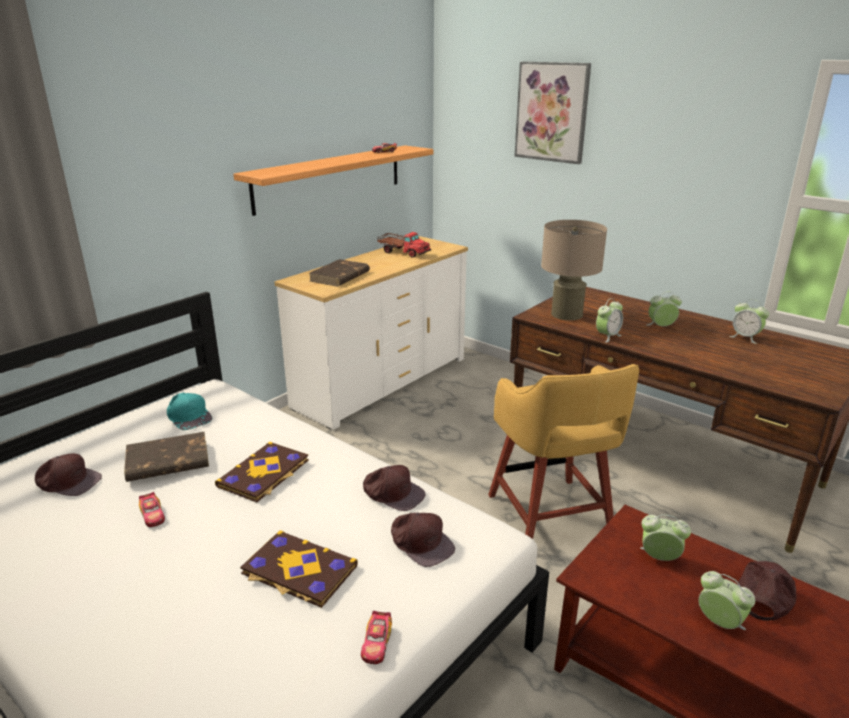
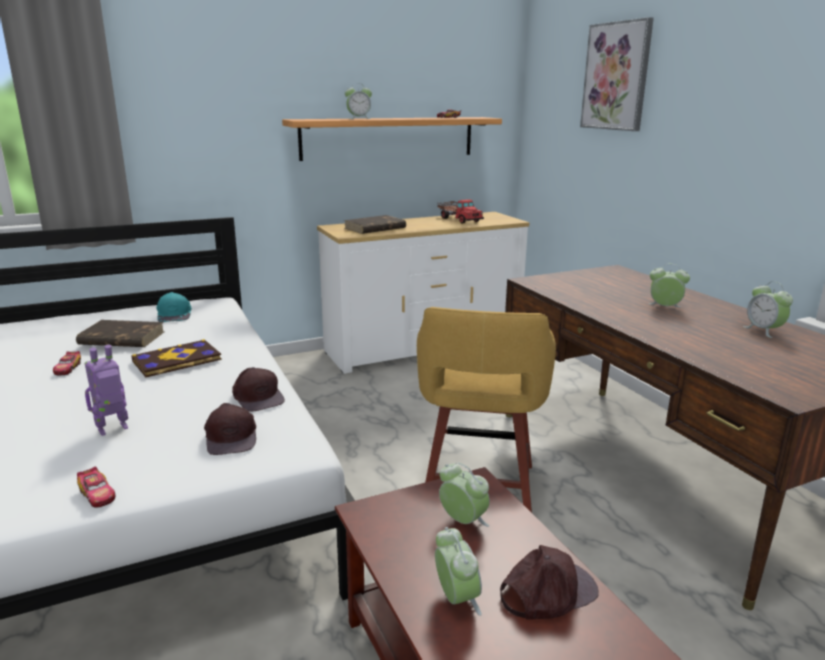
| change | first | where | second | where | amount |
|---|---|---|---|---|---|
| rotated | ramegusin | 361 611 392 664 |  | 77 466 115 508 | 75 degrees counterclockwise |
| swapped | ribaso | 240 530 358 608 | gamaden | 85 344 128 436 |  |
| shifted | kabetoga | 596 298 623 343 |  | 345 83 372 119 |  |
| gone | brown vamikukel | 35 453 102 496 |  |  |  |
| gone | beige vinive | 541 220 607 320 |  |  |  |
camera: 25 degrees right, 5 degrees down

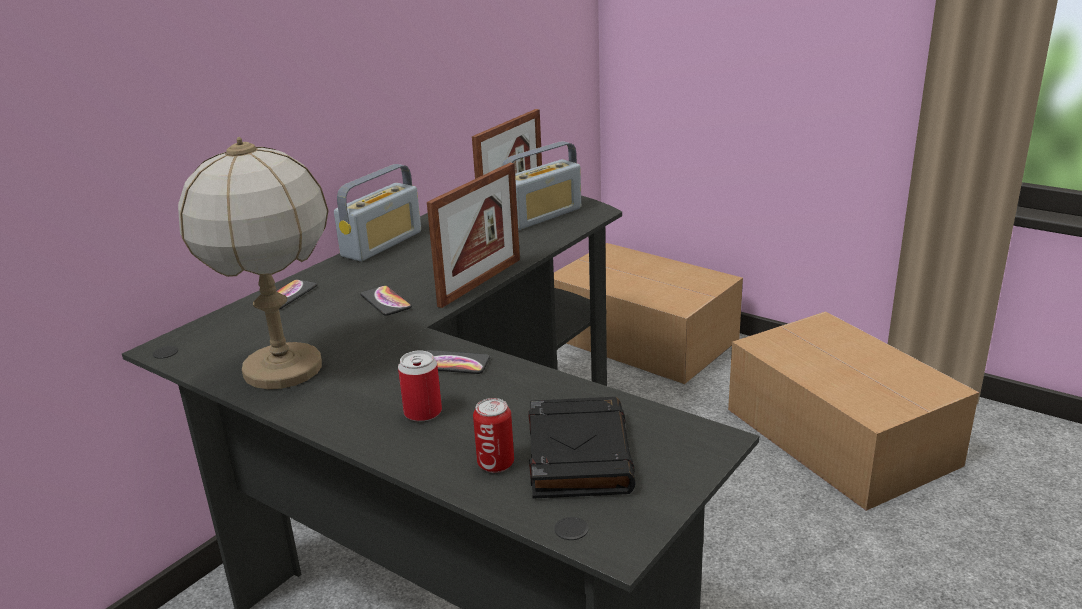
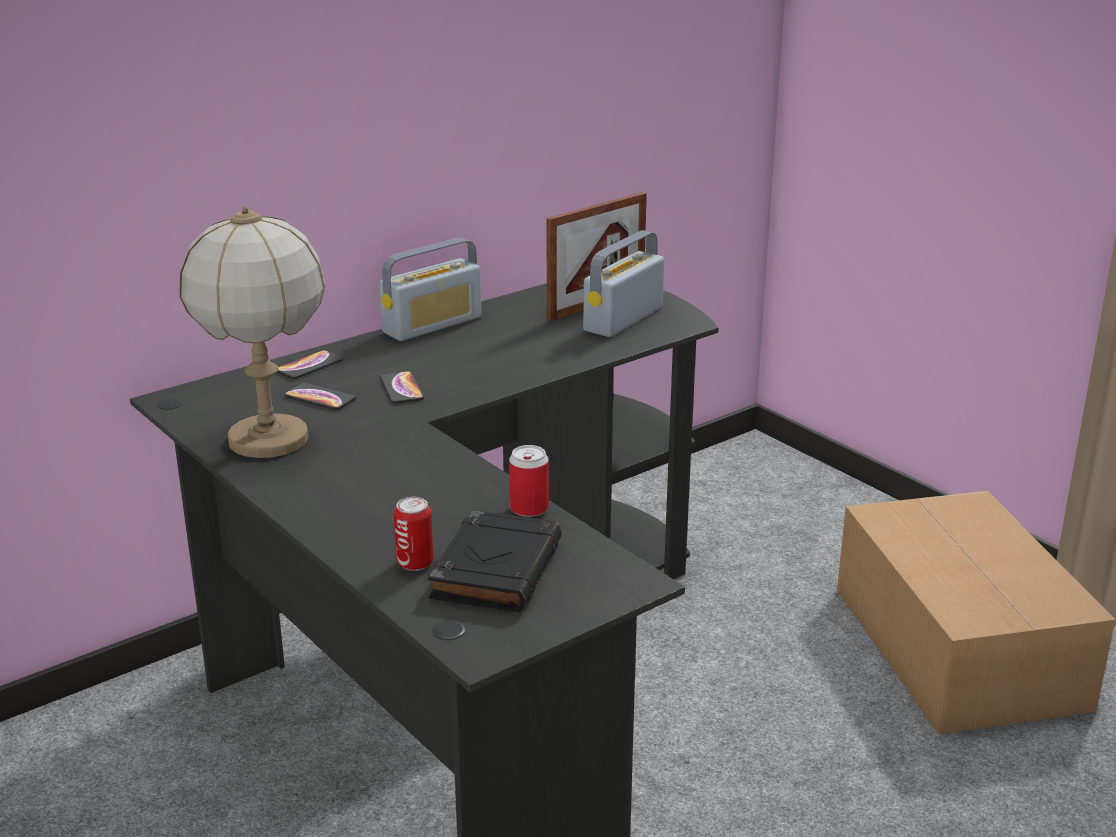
| change | first | where | second | where | amount |
|---|---|---|---|---|---|
| shifted | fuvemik | 425 350 490 374 |  | 284 383 356 410 |  |
| shifted | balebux | 398 350 442 422 |  | 509 445 549 517 |  |
| rotated | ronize | 502 141 581 230 |  | 583 230 664 337 | 150 degrees clockwise |
| gone | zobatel | 427 163 520 308 |  |  |  |
| gone | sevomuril | 554 243 743 384 |  |  |  |
camera: 15 degrees right, 0 degrees up

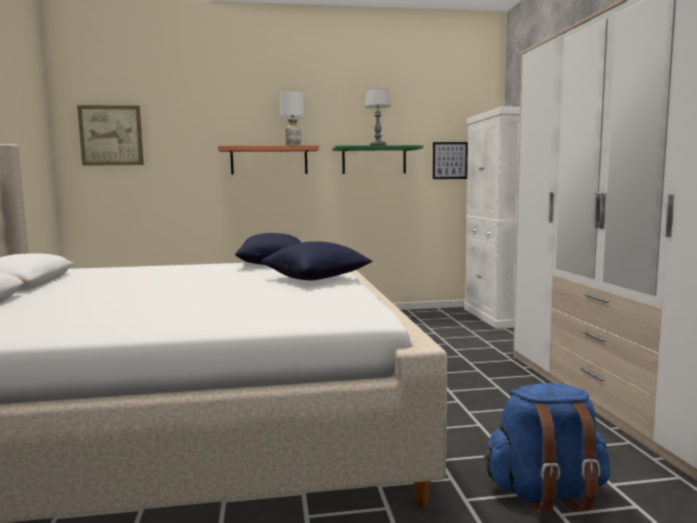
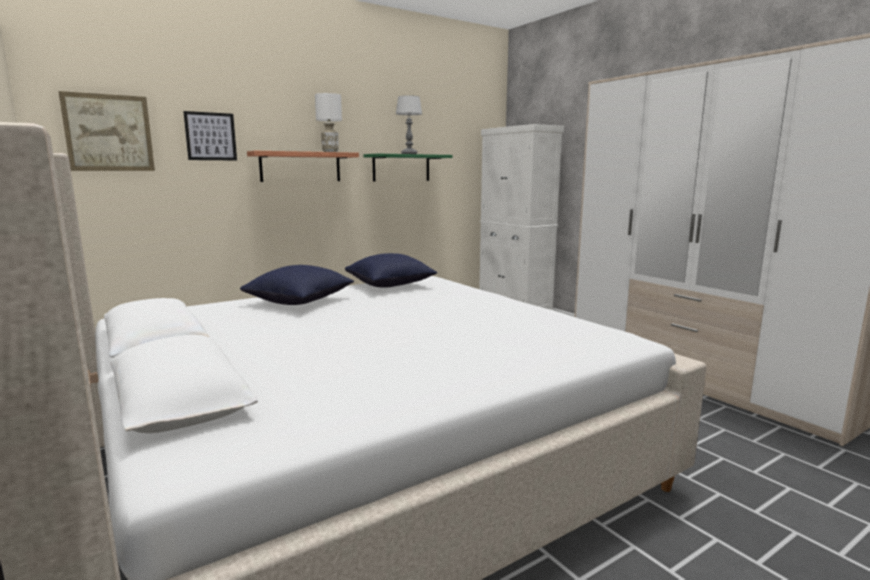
| change | first | where | second | where | amount |
|---|---|---|---|---|---|
| shifted | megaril | 432 142 468 179 |  | 183 111 237 160 |  |
| shifted | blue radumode | 261 241 372 280 |  | 240 265 354 305 |  |
| gone | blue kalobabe | 484 383 611 514 |  |  |  |
camera: 25 degrees left, 5 degrees up

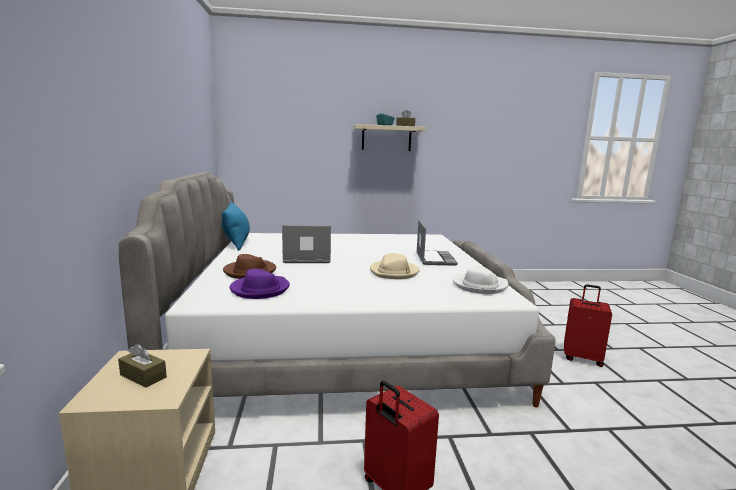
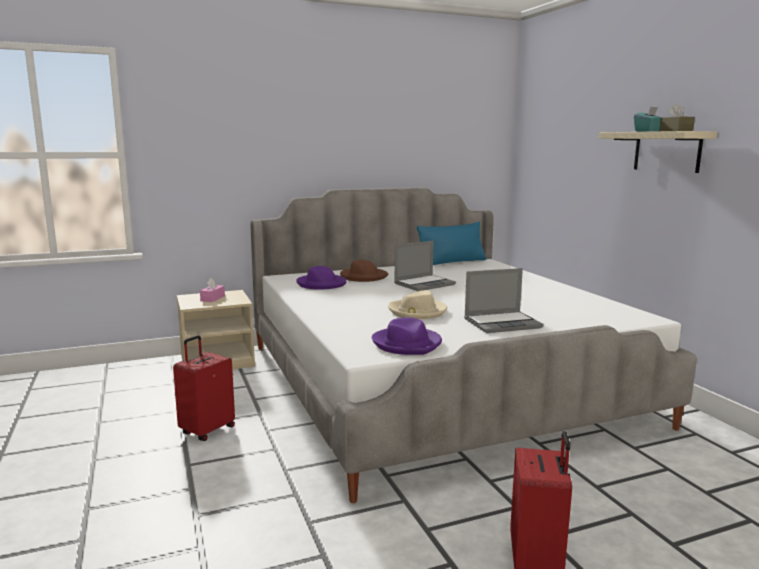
| change | first | where | second | where | amount |
|---|---|---|---|---|---|
| repainted | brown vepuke | 118 344 167 388 | pink vepuke | 200 278 225 302 |  |
| repainted | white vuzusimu | 453 266 508 294 | purple vuzusimu | 372 317 442 355 |  |
| rotated | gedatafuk | 282 225 331 263 |  | 394 240 456 291 | 75 degrees clockwise |
camera: 75 degrees right, 0 degrees up

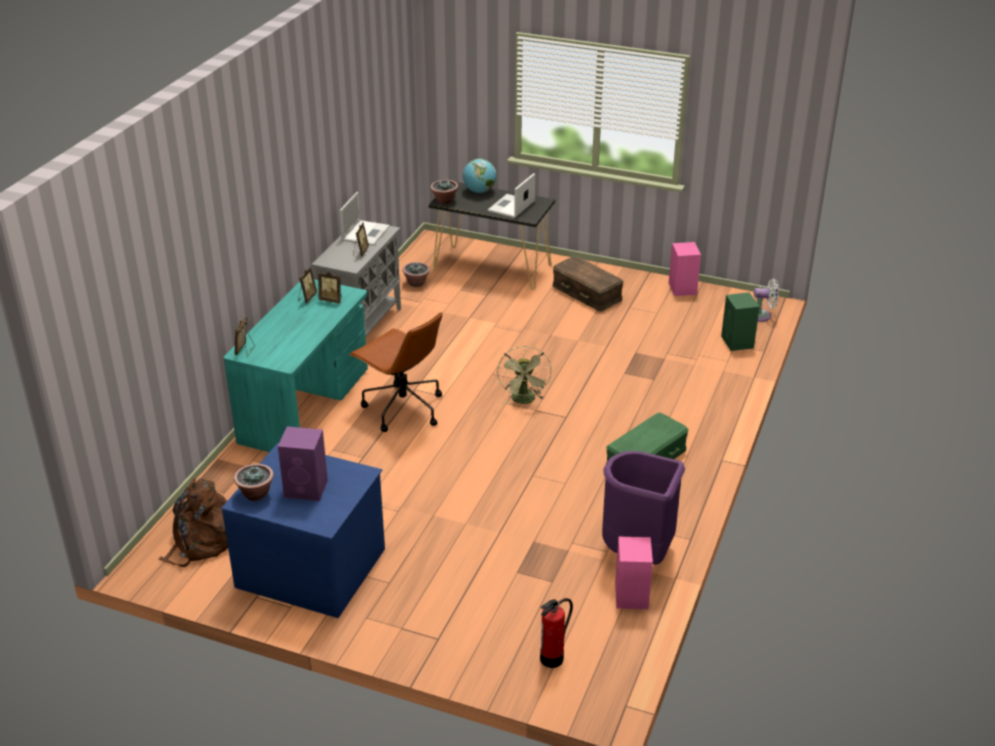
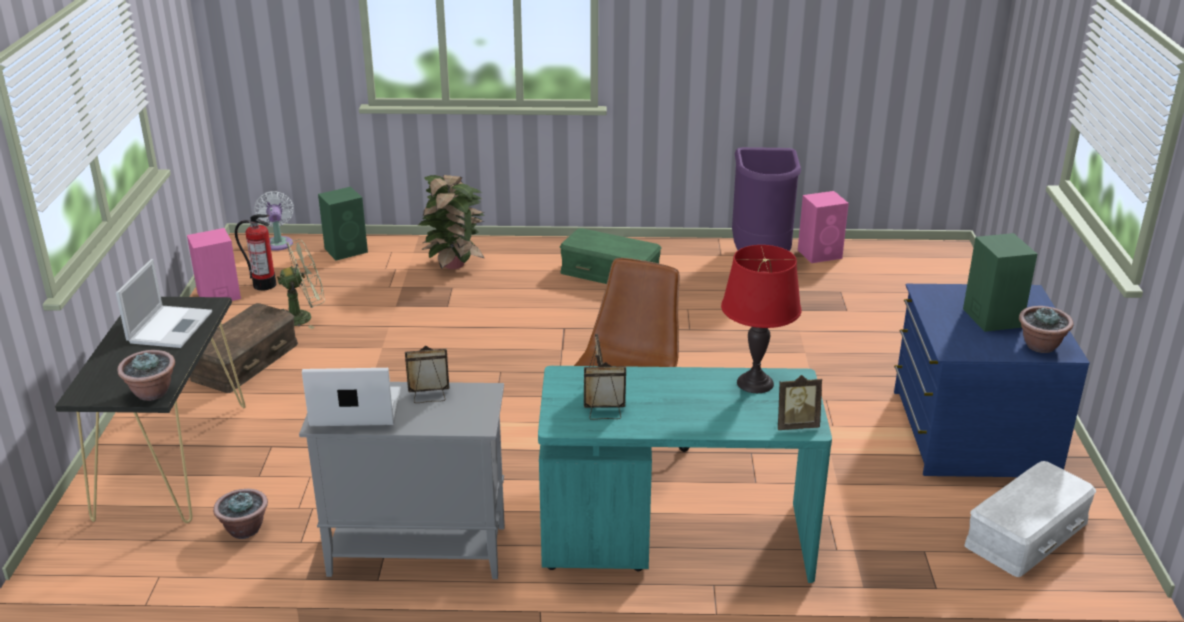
| change | first | where | second | where | amount |
|---|---|---|---|---|---|
| rotated | gedatafuk | 488 173 535 218 |  | 116 259 212 348 | 90 degrees counterclockwise |
| shifted | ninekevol | 540 598 573 668 |  | 235 214 276 291 |  |
| shifted | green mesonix | 497 346 551 404 |  | 277 239 325 329 |  |
| new |  |  | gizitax | 419 175 485 269 |  |
| new |  |  | red vinive | 721 245 802 393 |  |
| repainted | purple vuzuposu | 278 426 328 501 | green vuzuposu | 963 233 1037 332 |  |
| swapped | brown kalobabe | 159 478 228 567 | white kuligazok | 964 461 1096 577 |  |
| gone | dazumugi | 463 159 496 193 |  |  |  |
camera: 110 degrees left, 5 degrees down

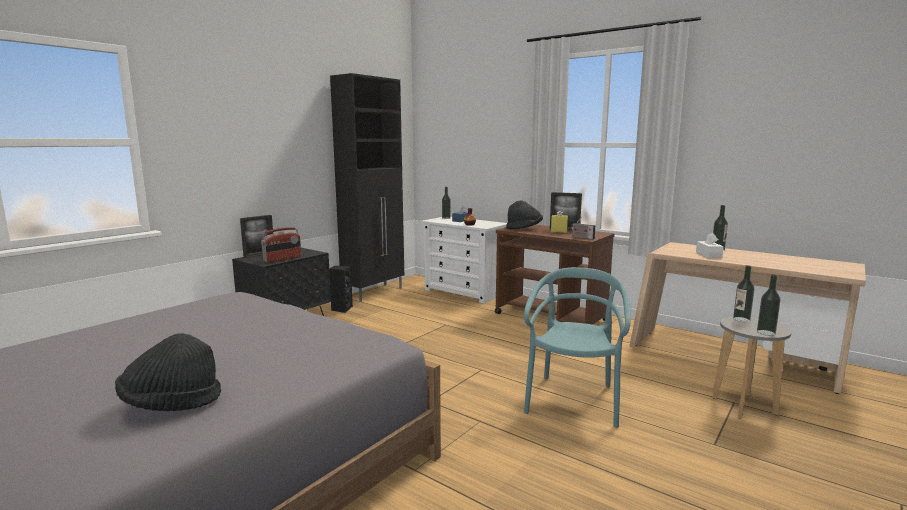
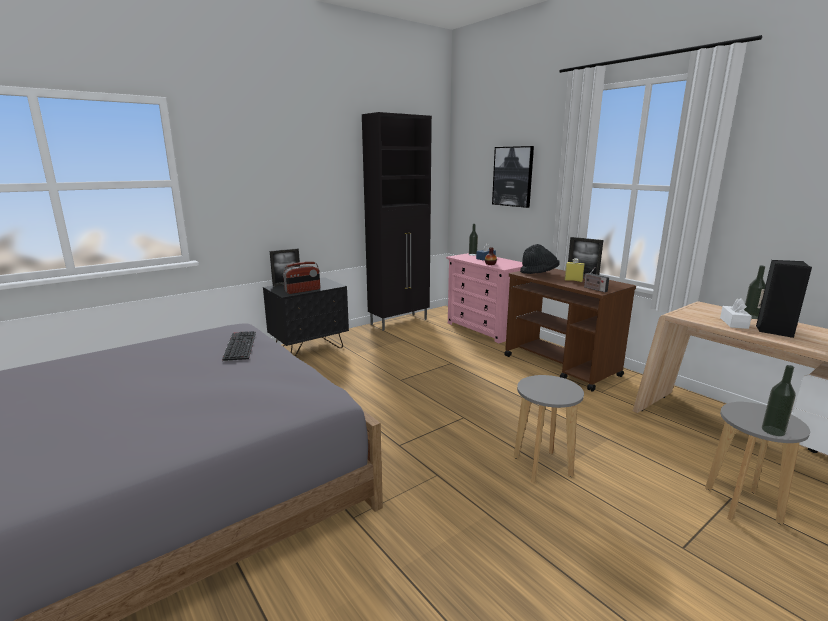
| change | first | where | second | where | amount |
|---|---|---|---|---|---|
| new |  |  | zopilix | 222 331 256 361 |  |
| repainted | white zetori | 421 217 507 303 | pink zetori | 446 253 523 343 |  |
| new |  |  | megaril | 492 146 534 208 |  |
| swapped | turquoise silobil | 524 267 631 428 | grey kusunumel | 514 375 584 483 |  |
| shifted | black vuzuposu | 329 266 353 313 |  | 756 260 812 338 |  |
| gone | black vuzusimu | 115 333 221 411 |  |  |  |
| gone | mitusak | 733 265 754 322 |  |  |  |
camera: 15 degrees right, 5 degrees up

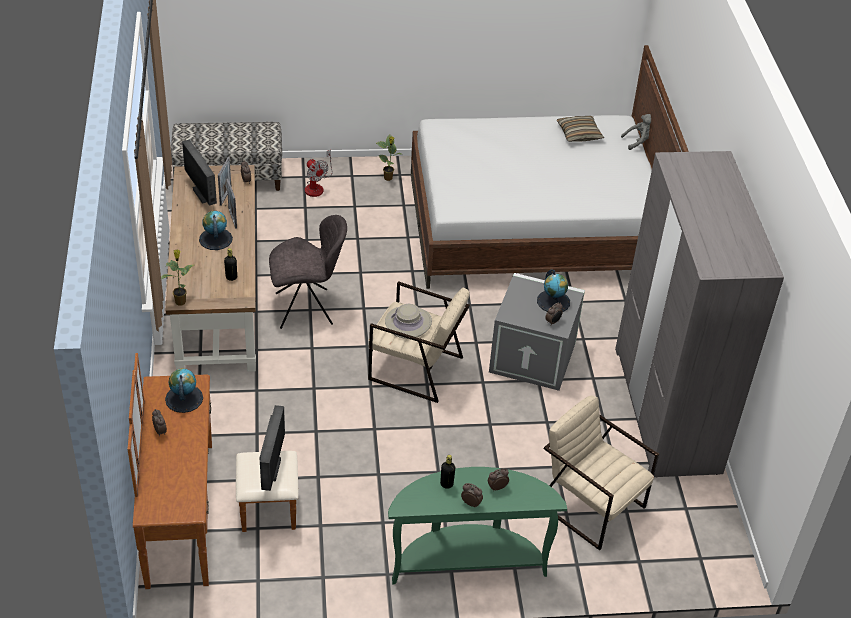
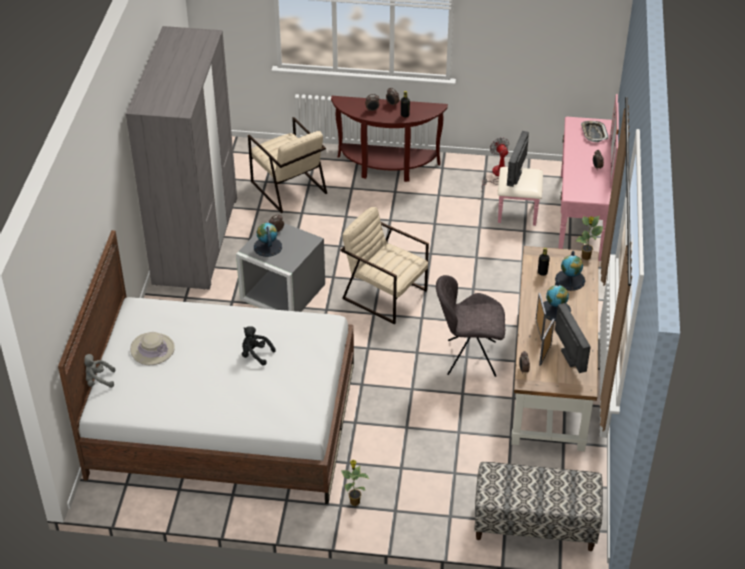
| change | first | where | second | where | amount |
|---|---|---|---|---|---|
| shifted | beige vuzusimu | 385 304 432 339 |  | 130 332 175 365 |  |
| new |  |  | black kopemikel | 242 326 276 365 |  |
| repainted | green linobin | 388 467 567 584 | brown linobin | 331 96 448 182 |  |
| shifted | mesonix | 305 150 333 197 |  | 482 137 509 189 |  |
| repainted | brown zetori | 128 353 299 589 | pink zetori | 498 94 619 261 |  |
| shifted | dazumugi | 165 368 203 413 |  | 555 251 585 291 |  |
| new |  |  | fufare | 581 121 609 142 |  |
| gone | radumode | 557 116 604 142 |  |  |  |
camera: 165 degrees left, 0 degrees up

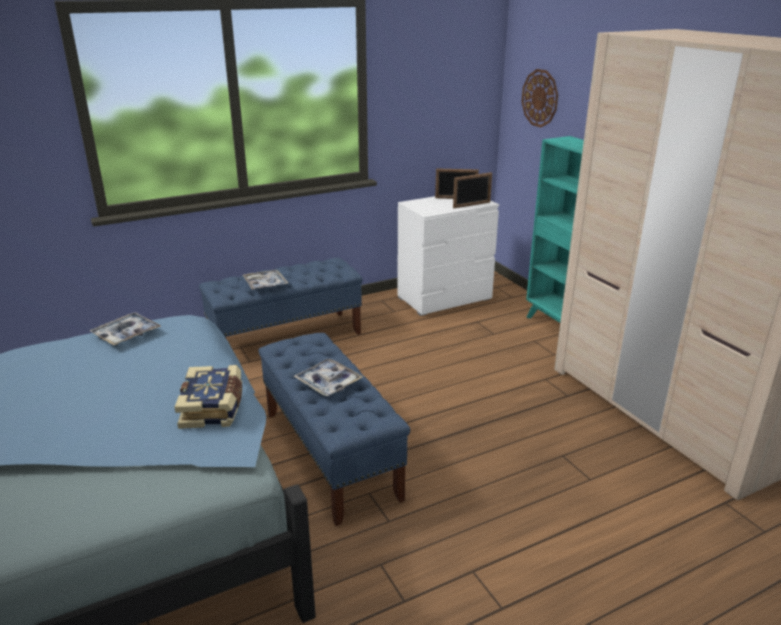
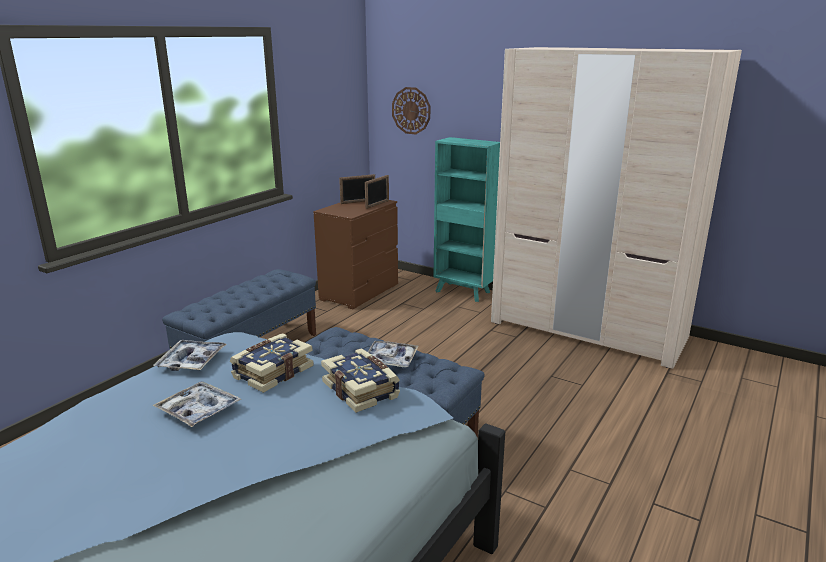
| change | first | where | second | where | amount |
|---|---|---|---|---|---|
| shifted | fufare | 243 270 289 290 |  | 153 382 242 427 |  |
| new |  |  | ribaso | 230 333 314 393 |  |
| repainted | white zetori | 397 196 499 316 | brown zetori | 313 200 398 309 |  |
camera: 30 degrees left, 5 degrees down

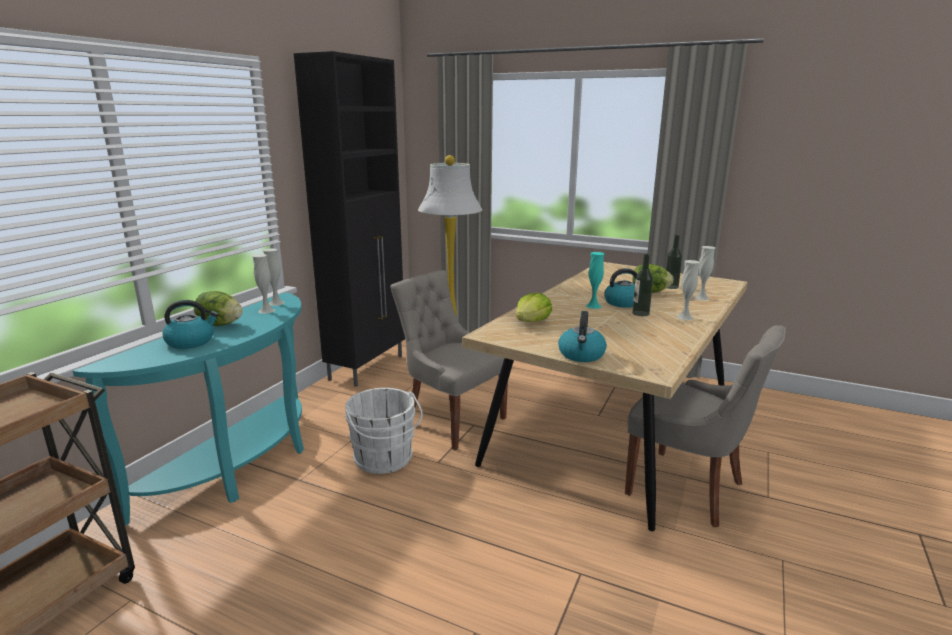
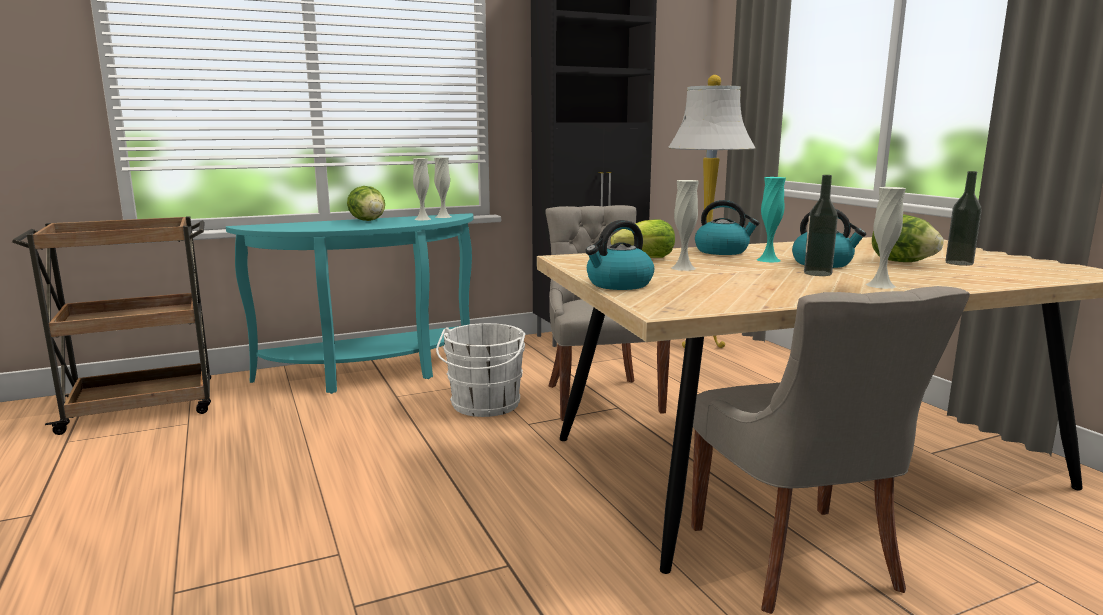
| change | first | where | second | where | amount |
|---|---|---|---|---|---|
| shifted | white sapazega | 694 246 715 300 |  | 671 180 699 271 |  |
| shifted | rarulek | 162 300 219 349 |  | 695 200 759 255 |  |
camera: 40 degrees right, 5 degrees down

